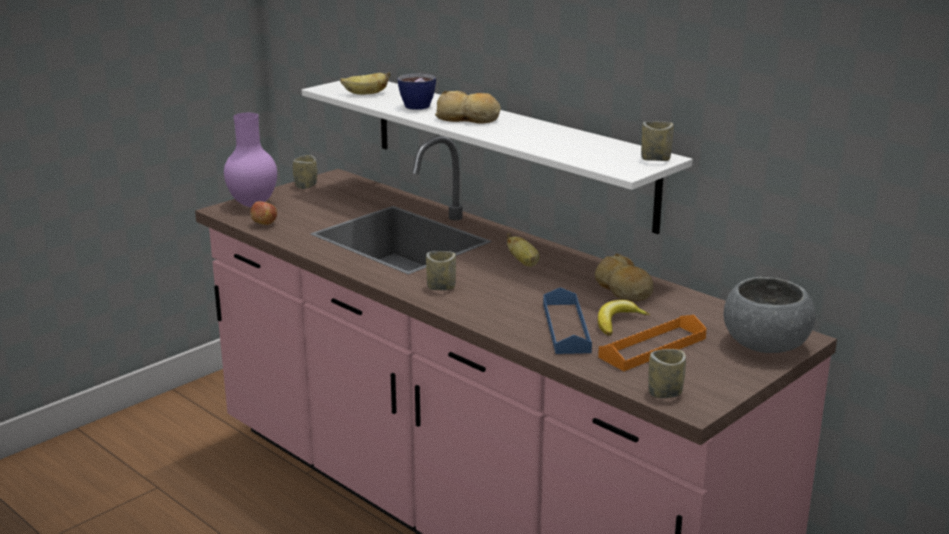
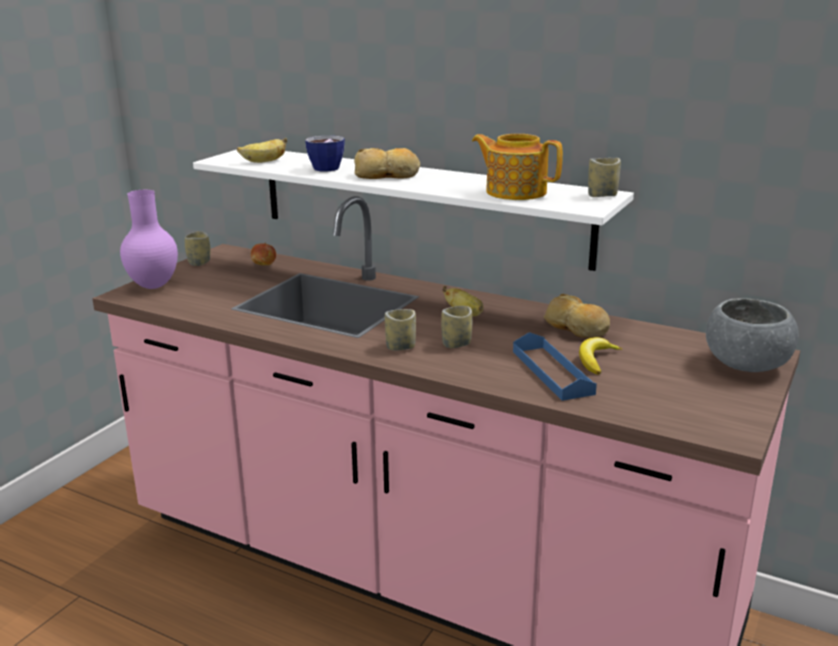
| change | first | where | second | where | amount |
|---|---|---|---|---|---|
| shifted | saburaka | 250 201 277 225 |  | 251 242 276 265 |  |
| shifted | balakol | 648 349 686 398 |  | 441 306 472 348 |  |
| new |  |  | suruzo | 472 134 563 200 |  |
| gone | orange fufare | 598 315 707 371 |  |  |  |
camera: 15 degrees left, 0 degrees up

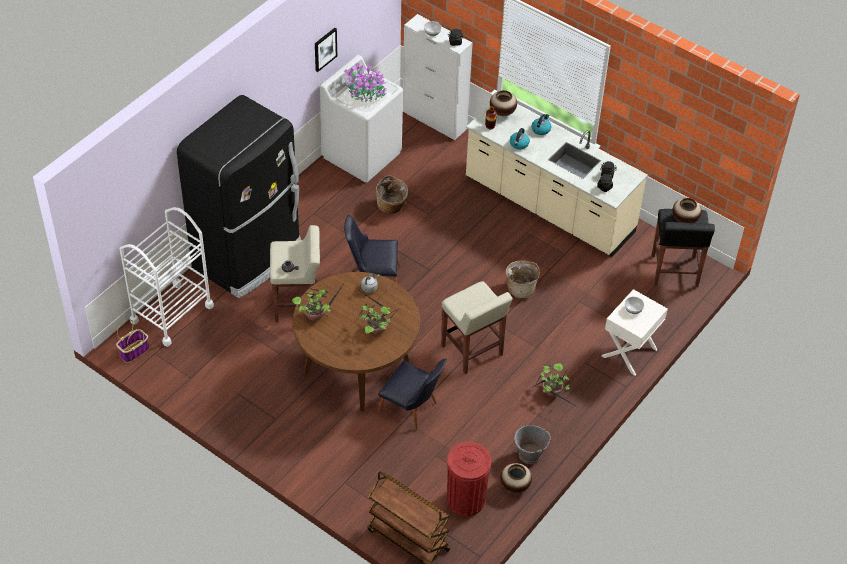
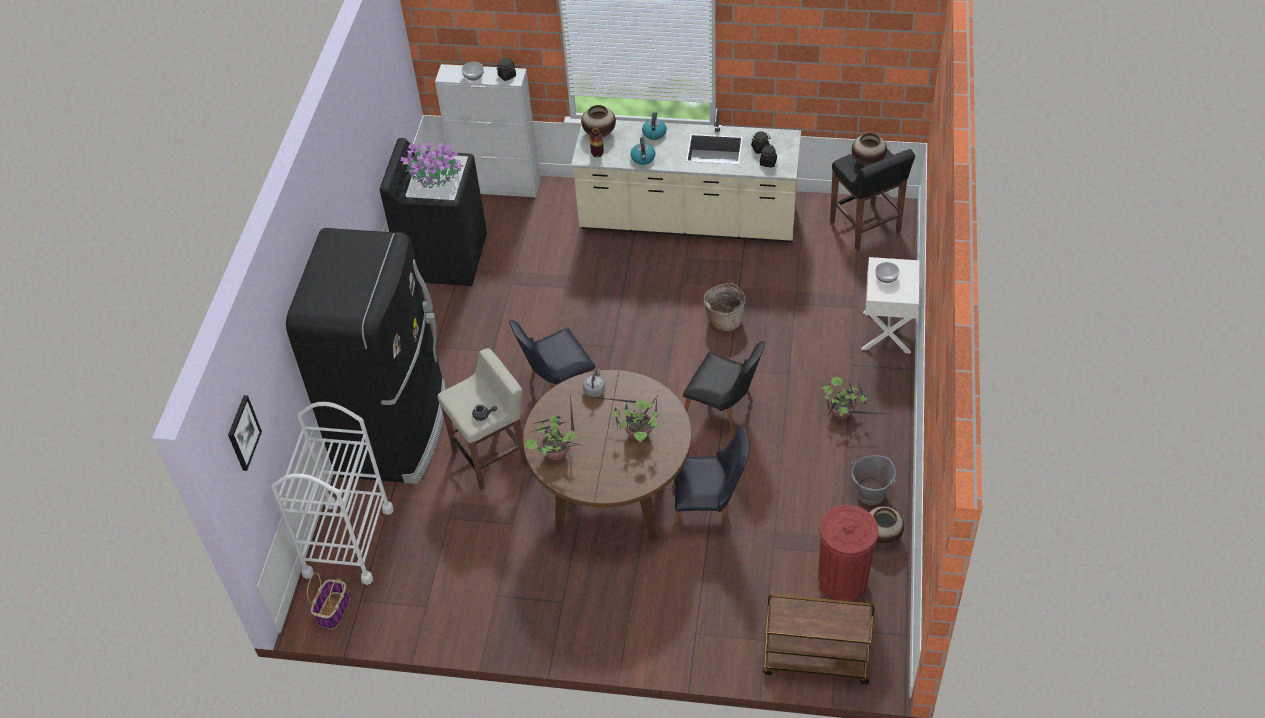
| change | first | where | second | where | amount |
|---|---|---|---|---|---|
| shifted | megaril | 315 28 337 72 |  | 228 395 262 471 |  |
| repainted | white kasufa | 320 55 403 183 | black kasufa | 380 138 487 286 |  |
| swapped | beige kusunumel | 441 281 512 374 | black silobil | 683 341 765 435 |  |
| gone | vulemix | 376 175 408 214 |  |  |  |
camera: 25 degrees left, 0 degrees up

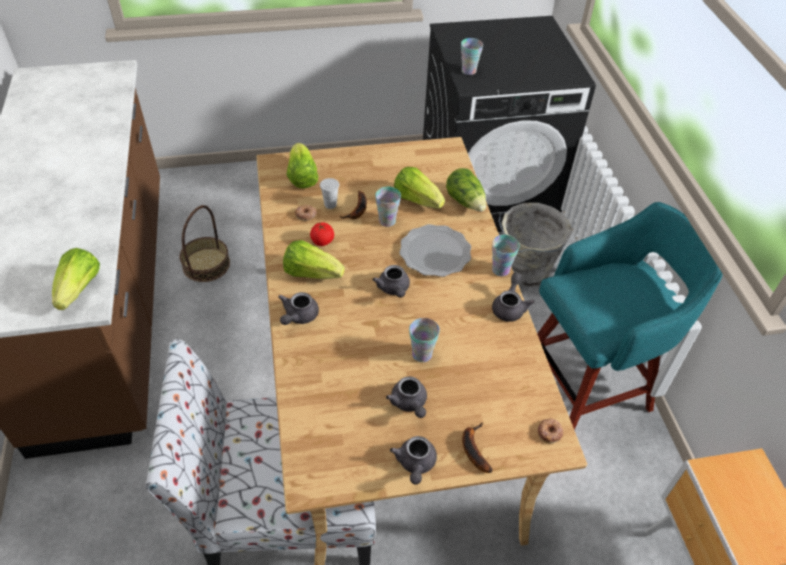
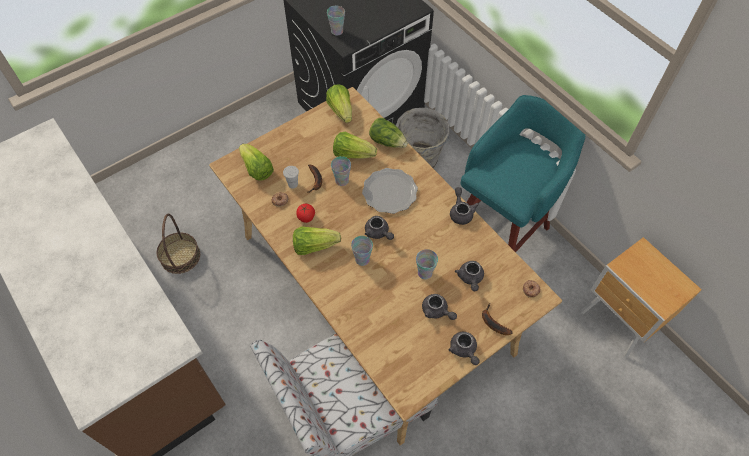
| change | first | where | second | where | amount |
|---|---|---|---|---|---|
| shifted | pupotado | 52 248 100 310 |  | 326 84 352 123 |  |
| shifted | balakol | 492 235 520 276 |  | 351 236 373 266 |  |
| shifted | grey suruzo | 278 292 319 325 |  | 455 261 484 291 |  |
camera: 25 degrees left, 10 degrees up

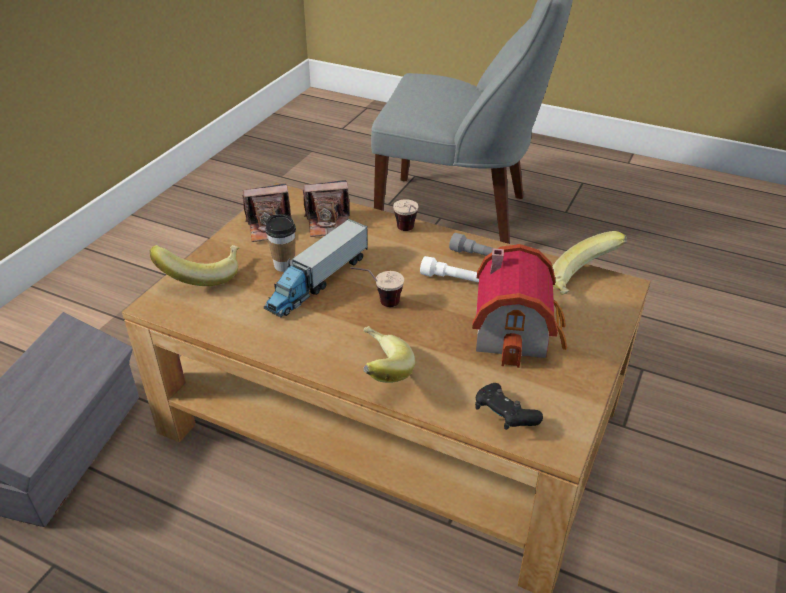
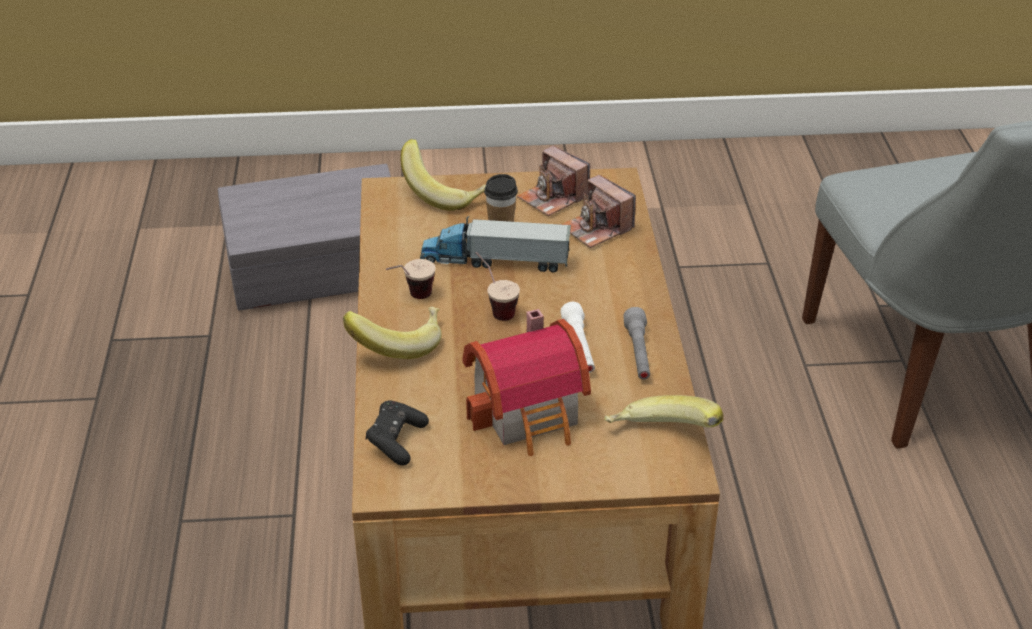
| change | first | where | second | where | amount |
|---|---|---|---|---|---|
| shifted | balakol | 393 199 419 231 |  | 386 259 436 299 |  |
camera: 60 degrees right, 0 degrees up

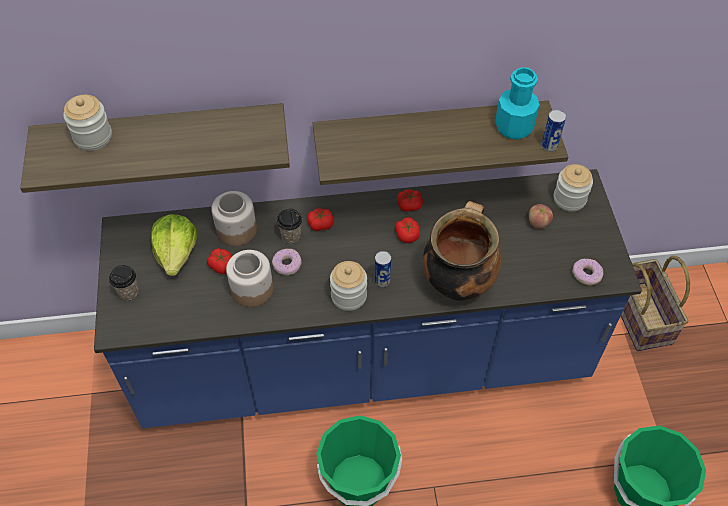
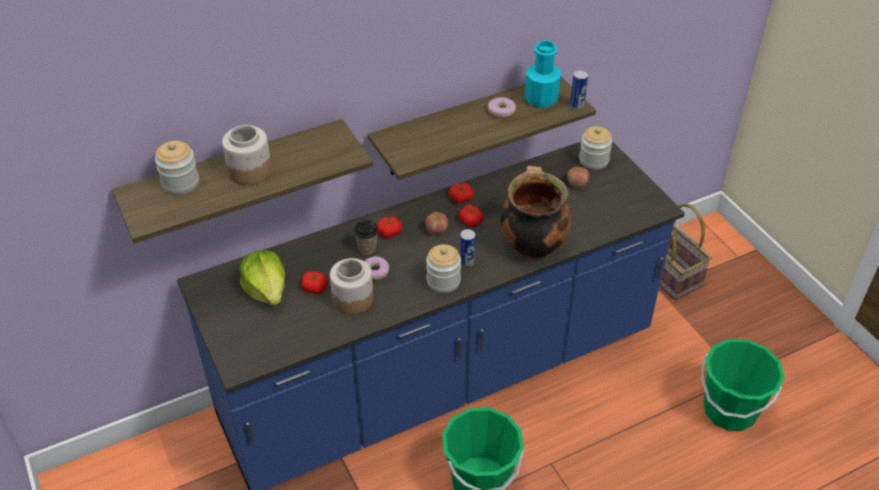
| change | first | where | second | where | amount |
|---|---|---|---|---|---|
| shifted | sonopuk | 211 191 257 246 |  | 222 125 272 185 |  |
| new |  |  | saburaka | 425 212 448 235 |  |
| shifted | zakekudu | 572 258 603 285 |  | 488 97 516 118 |  |
| gone | balakol | 109 265 139 301 |  |  |  |
camera: 20 degrees left, 10 degrees down

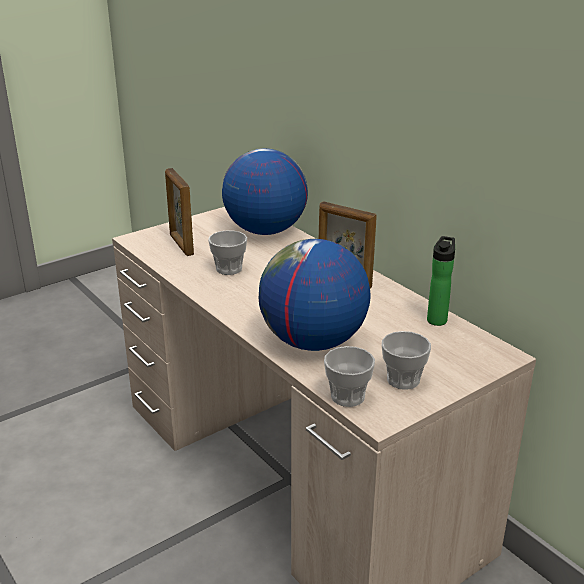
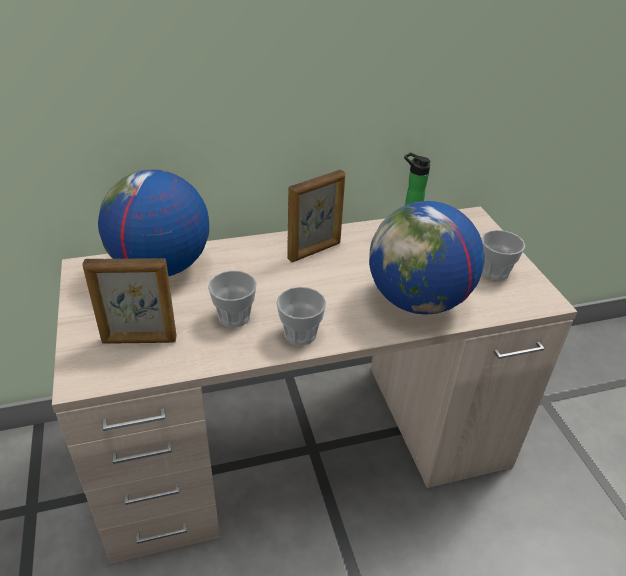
| change | first | where | second | where | amount |
|---|---|---|---|---|---|
| shifted | balakol | 324 346 375 407 |  | 276 287 326 345 |  |
camera: 70 degrees left, 10 degrees up

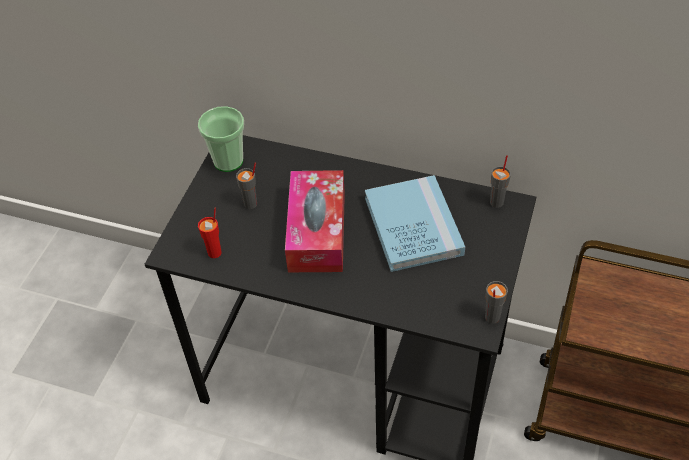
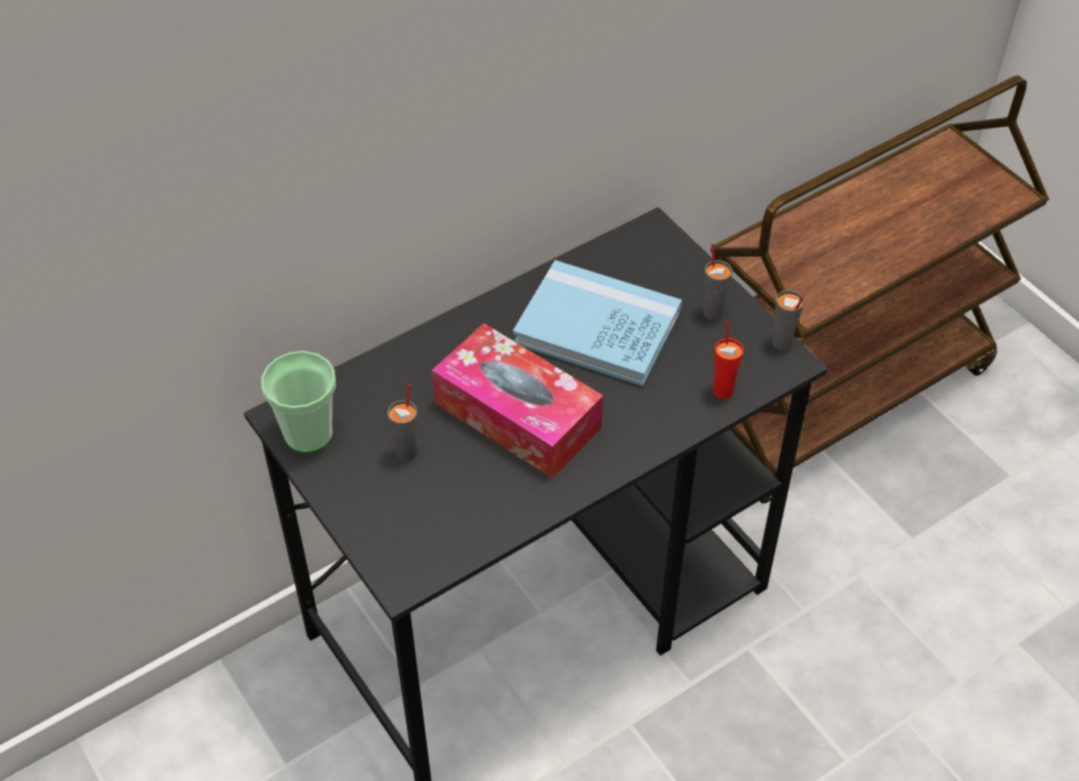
| change | first | where | second | where | amount |
|---|---|---|---|---|---|
| shifted | grey balakol | 490 155 511 208 |  | 703 244 733 320 |  |
| shifted | red balakol | 198 208 222 258 |  | 713 321 744 399 |  |
camera: 55 degrees left, 0 degrees up

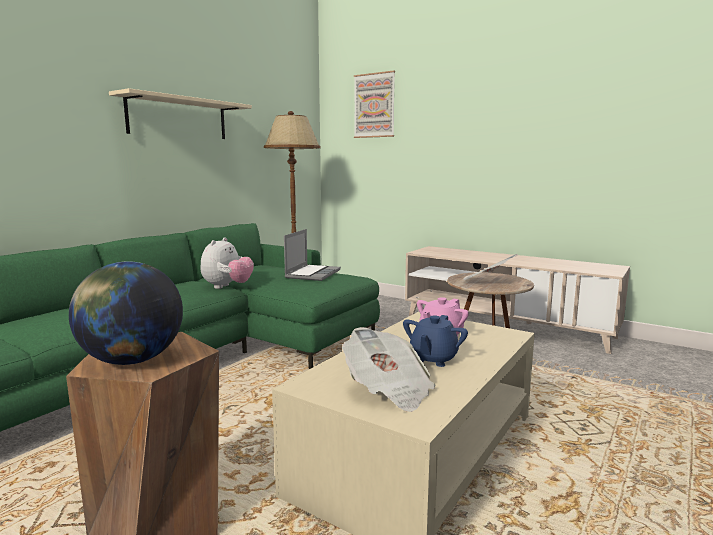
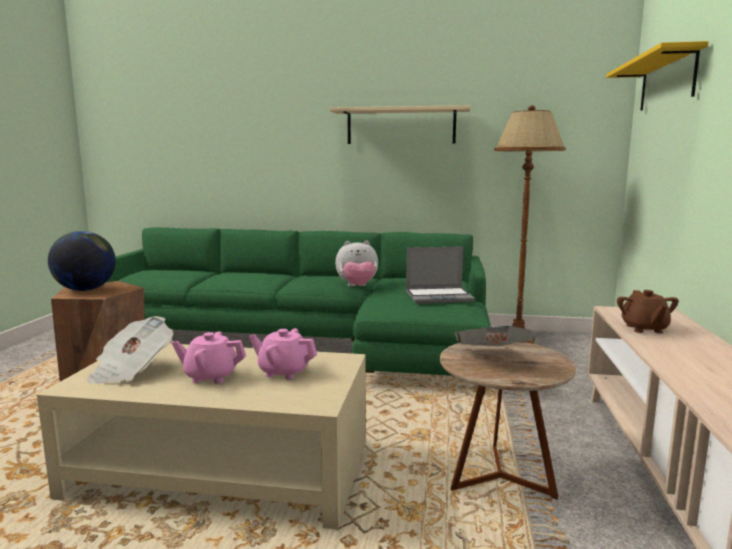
| change | first | where | second | where | amount |
|---|---|---|---|---|---|
| repainted | blue suruzo | 403 315 468 367 | pink suruzo | 172 331 246 383 |  |
| swapped | megaril | 354 70 395 138 | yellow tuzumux | 606 41 709 111 |  |
| new |  |  | brown suruzo | 617 290 679 333 |  |
camera: 65 degrees right, 0 degrees up

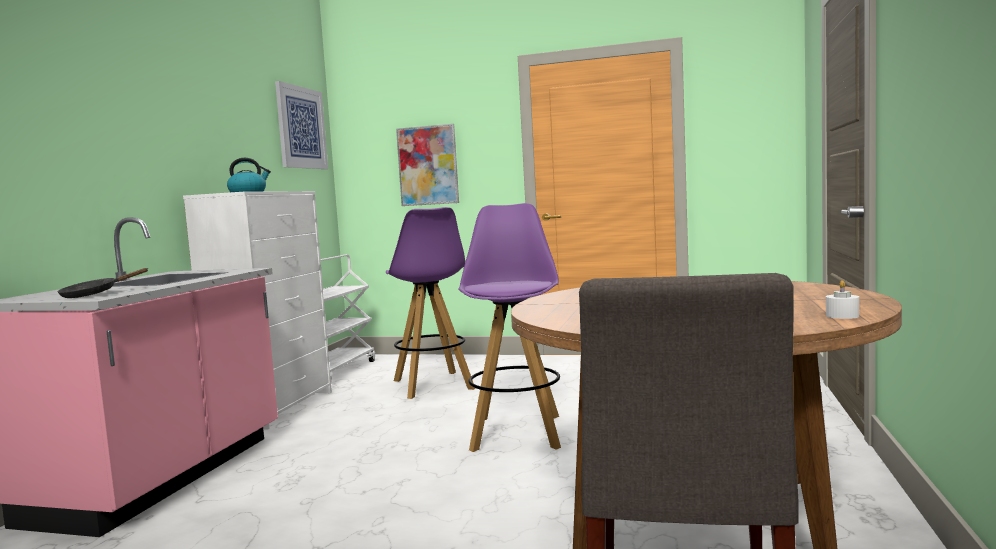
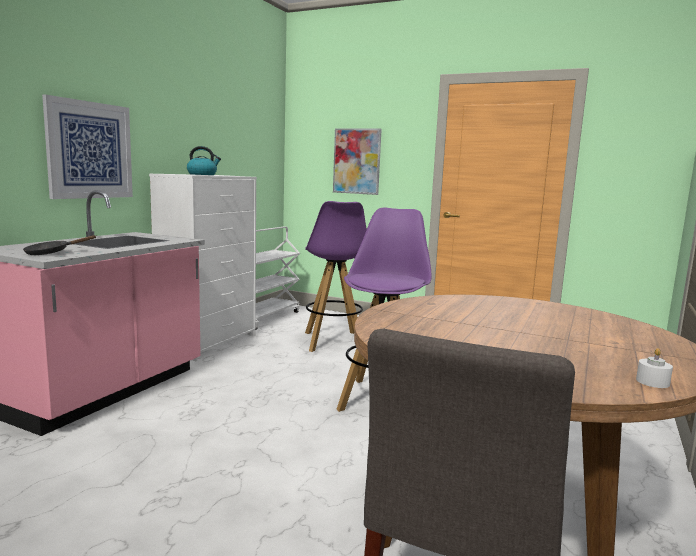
| change | first | where | second | where | amount |
|---|---|---|---|---|---|
| shifted | megaril | 275 81 328 169 |  | 42 95 133 199 |  |
camera: 10 degrees right, 5 degrees up

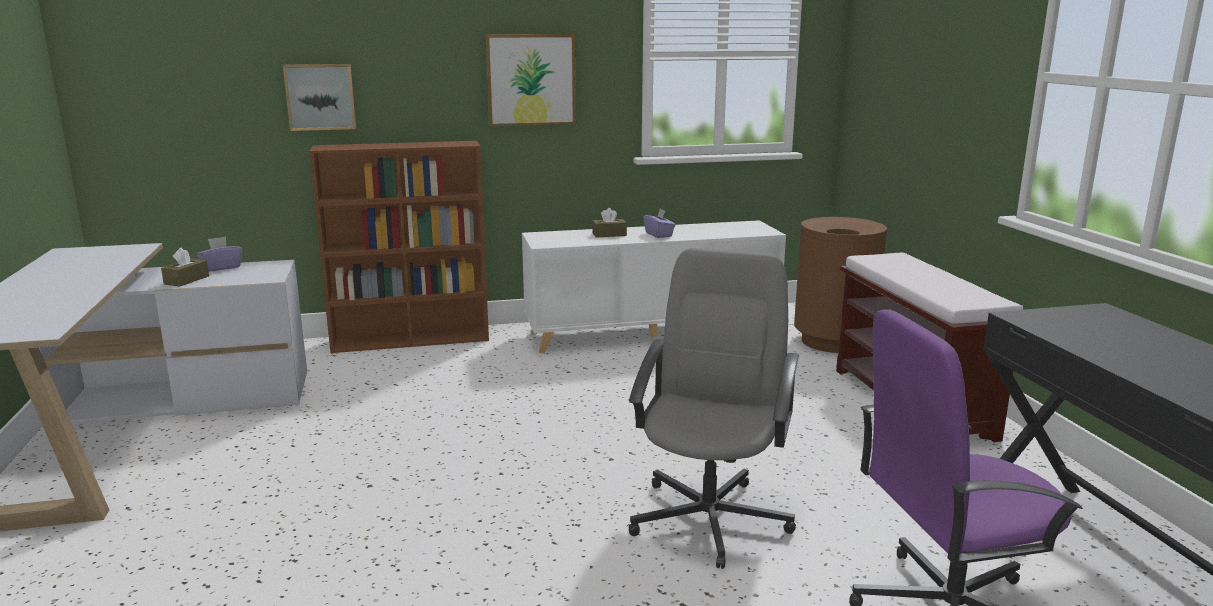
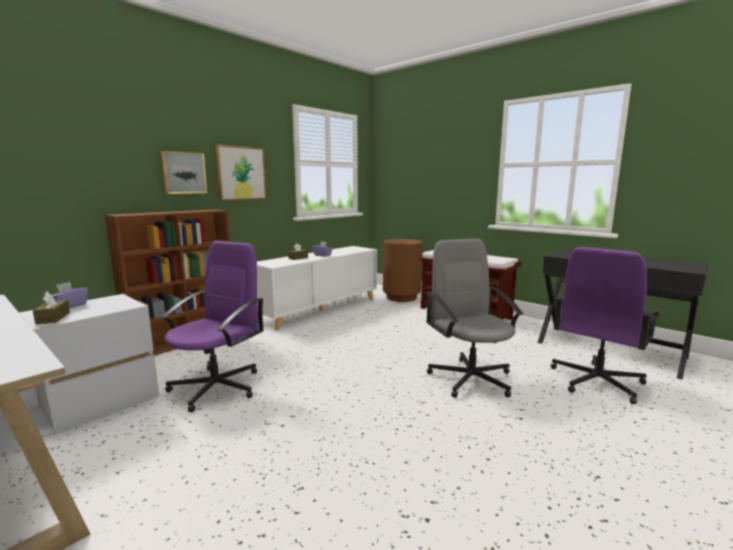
| change | first | where | second | where | amount |
|---|---|---|---|---|---|
| shifted | megaril | 283 64 356 131 |  | 161 151 207 194 |  |
| new |  |  | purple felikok | 161 241 264 412 |  |
camera: 35 degrees left, 5 degrees down

